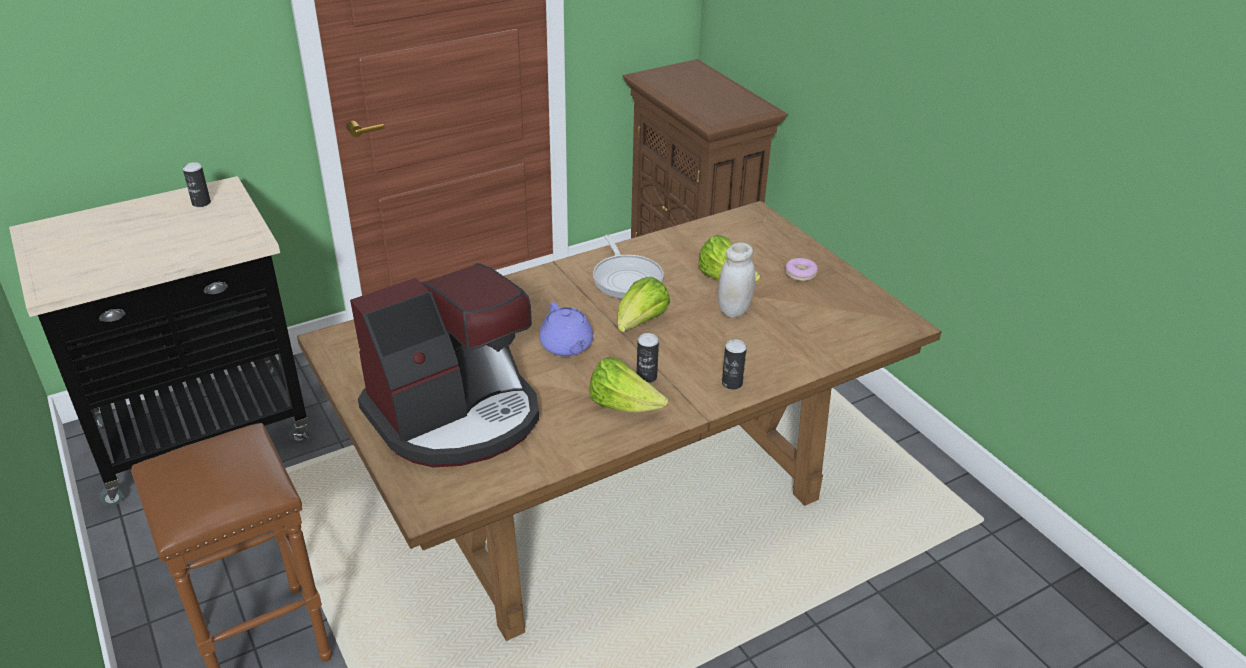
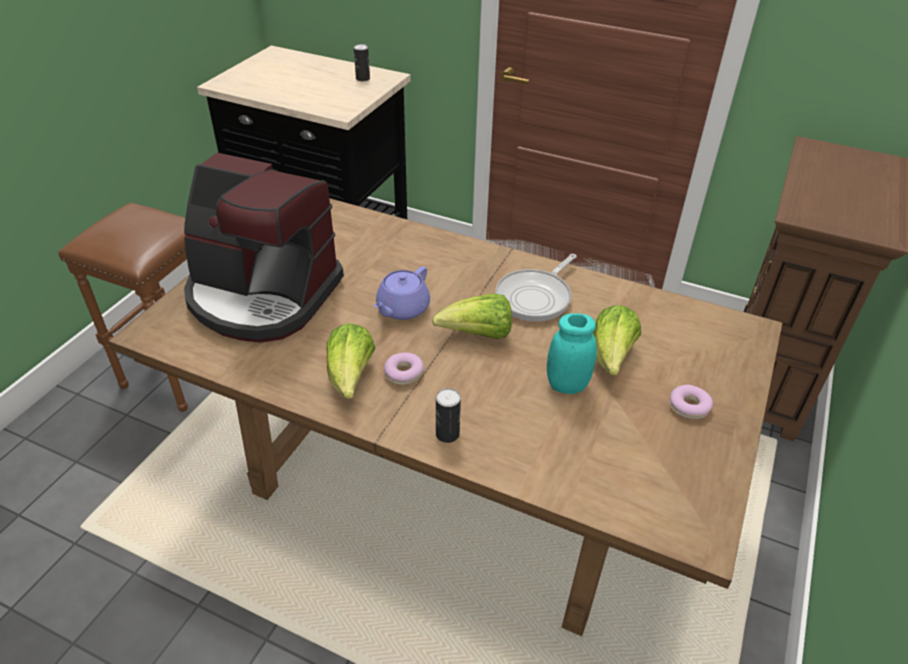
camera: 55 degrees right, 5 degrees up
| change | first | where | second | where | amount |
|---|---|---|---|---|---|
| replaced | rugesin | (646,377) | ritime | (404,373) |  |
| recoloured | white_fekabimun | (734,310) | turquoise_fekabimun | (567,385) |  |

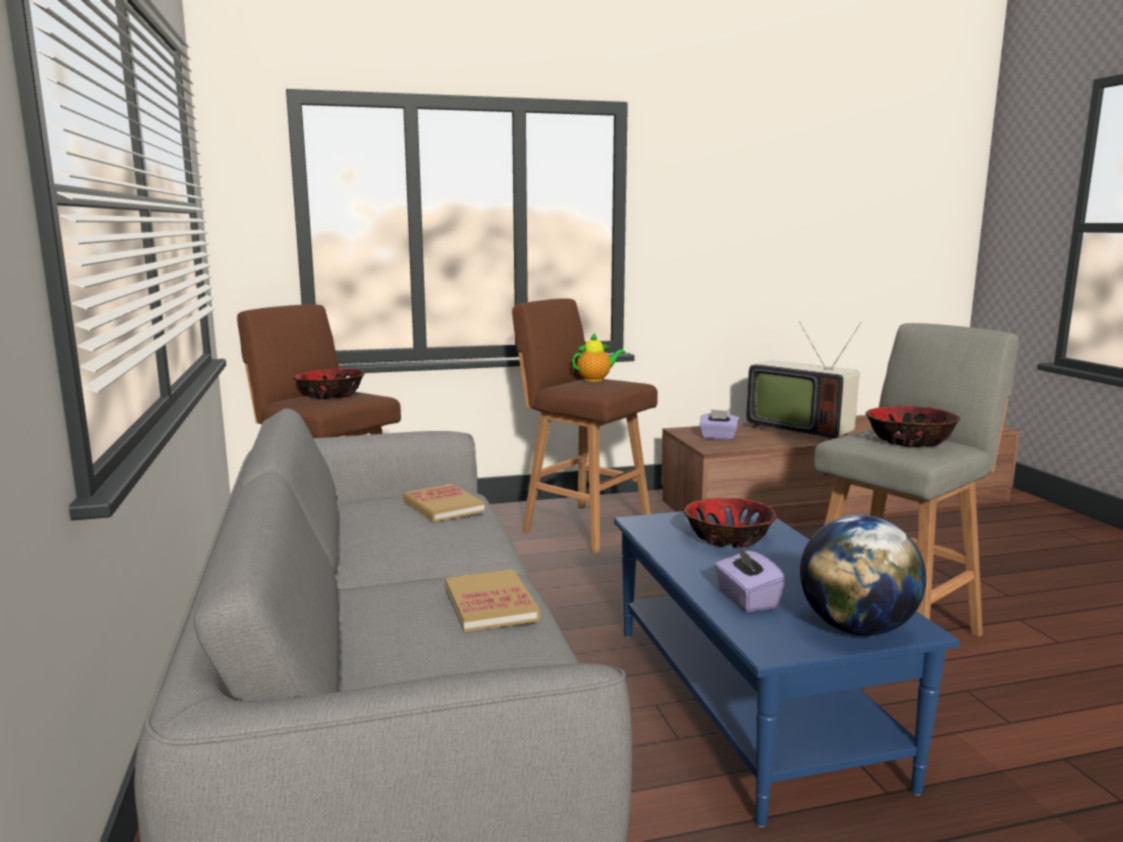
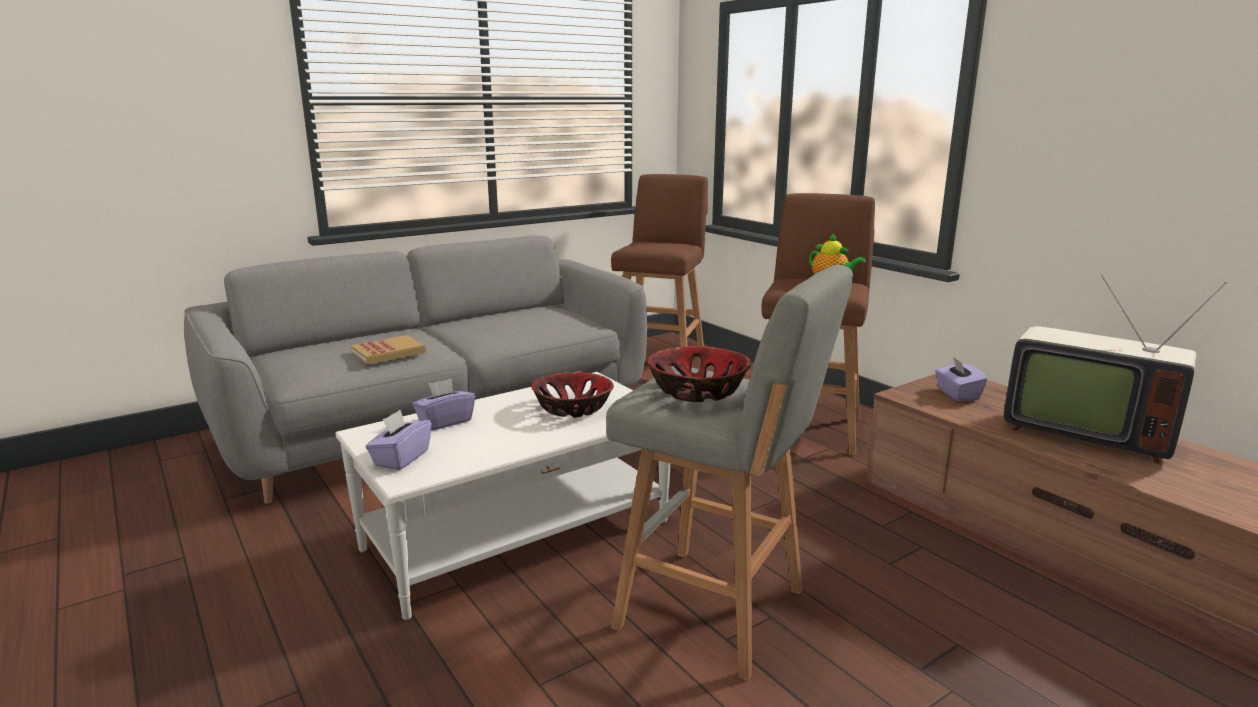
camera: 70 degrees right, 5 degrees up
| change | first | where | second | where | amount |
|---|---|---|---|---|---|
| removed | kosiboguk | (330,395) |  |  |  |
| removed | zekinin | (443,506) |  |  |  |
| recoloured | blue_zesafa | (748,701) | white_zesafa | (519,535) |  |
| turned | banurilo | (799,430) |  | (1084,433) | 75 degrees counterclockwise |
| replaced | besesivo | (856,628) | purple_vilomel | (401,458) |  |

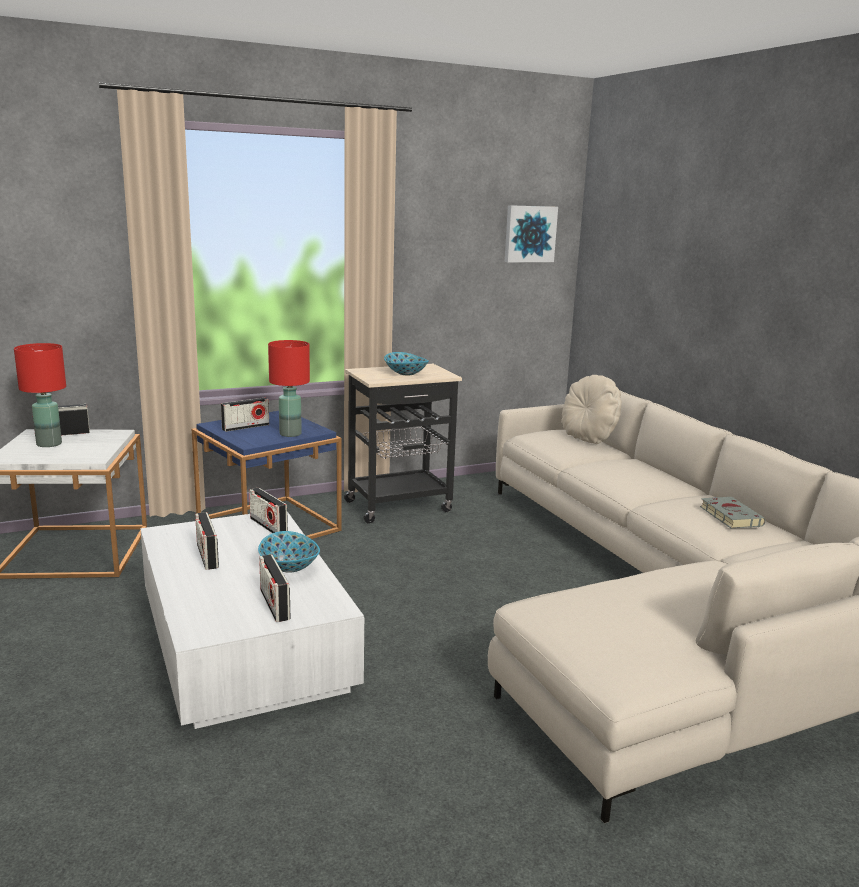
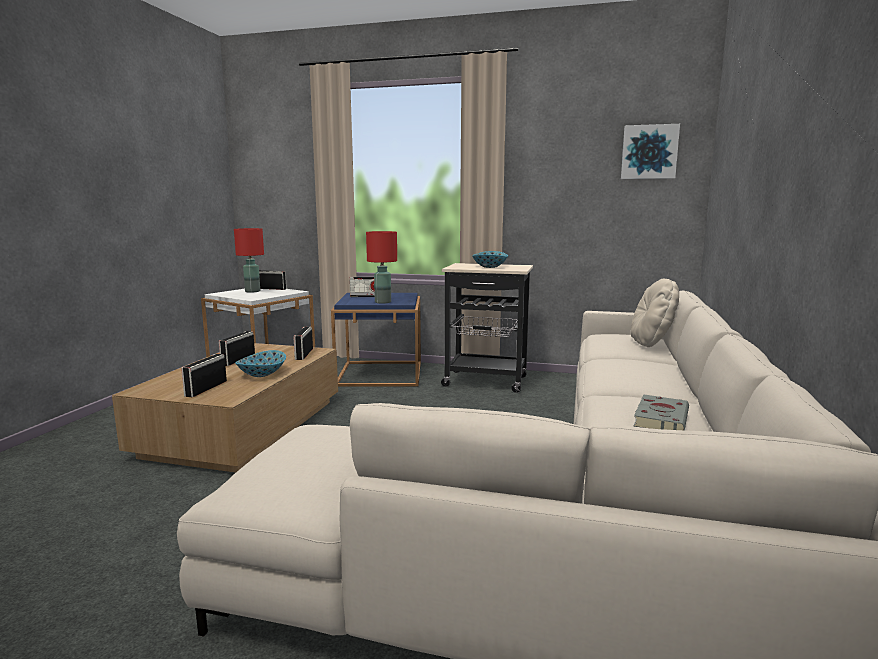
camera: 40 degrees right, 5 degrees down
| change | first | where | second | where | amount |
|---|---|---|---|---|---|
| recoloured | white_zesafa | (244,642) | brown_zesafa | (244,427) |  |

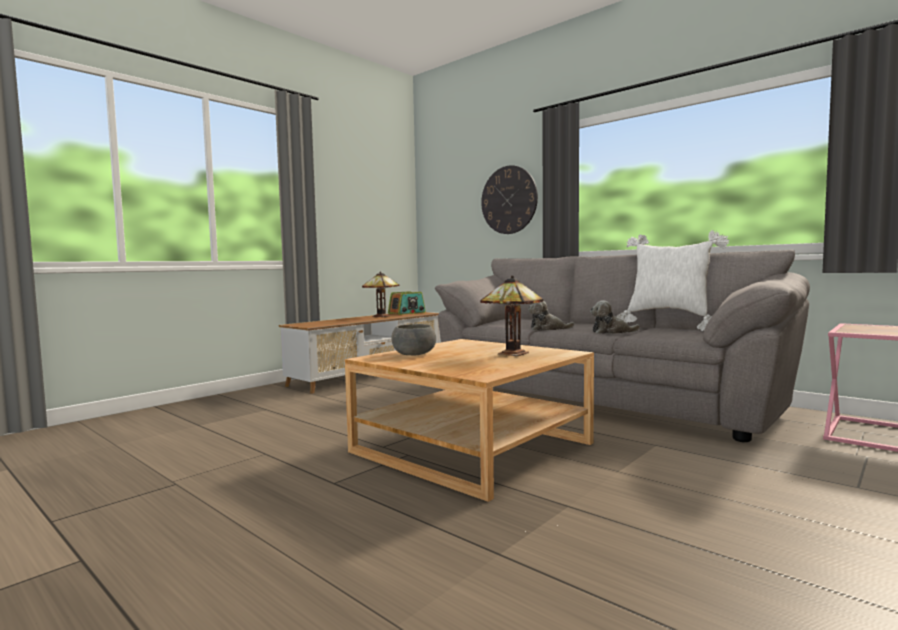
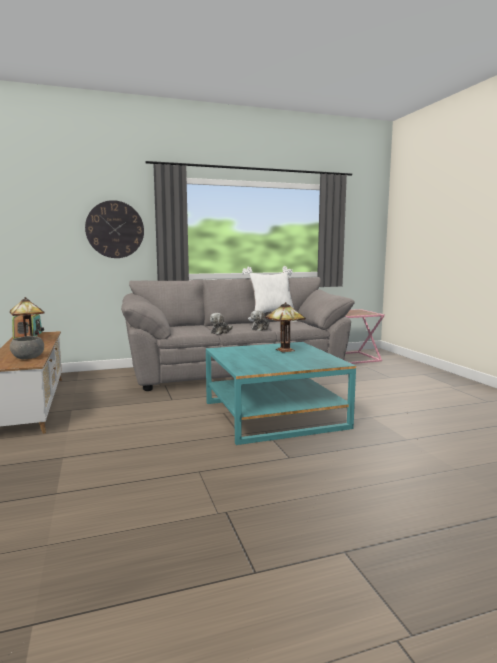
camera: 60 degrees left, 5 degrees up
| change | first | where | second | where | amount |
|---|---|---|---|---|---|
| recoloured | beige_zesafa | (472,447) | turquoise_zesafa | (274,414) |  |
| moved | grey_kosiboguk | (413,354) |  | (28,358) |  |

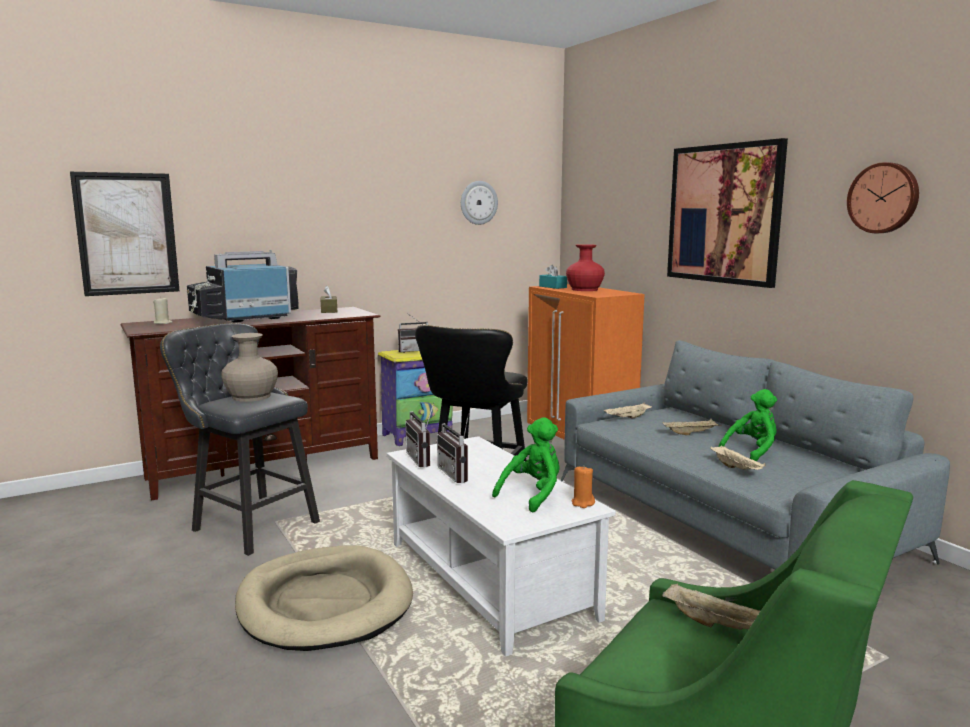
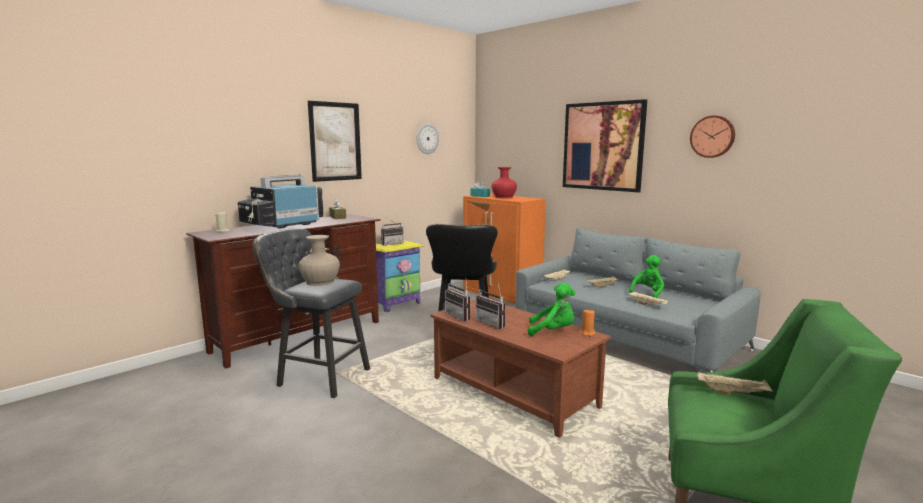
camera: 15 degrees left, 0 degrees up
| change | first | where | second | where | amount |
|---|---|---|---|---|---|
| moved | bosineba | (127,234) |  | (335,141) |  |
| removed | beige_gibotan | (325,603) |  |  |  |
| recoloured | white_zesafa | (490,580) | brown_zesafa | (514,392) |  |
| turned | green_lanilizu | (533,495) |  | (553,331) | 75 degrees clockwise |

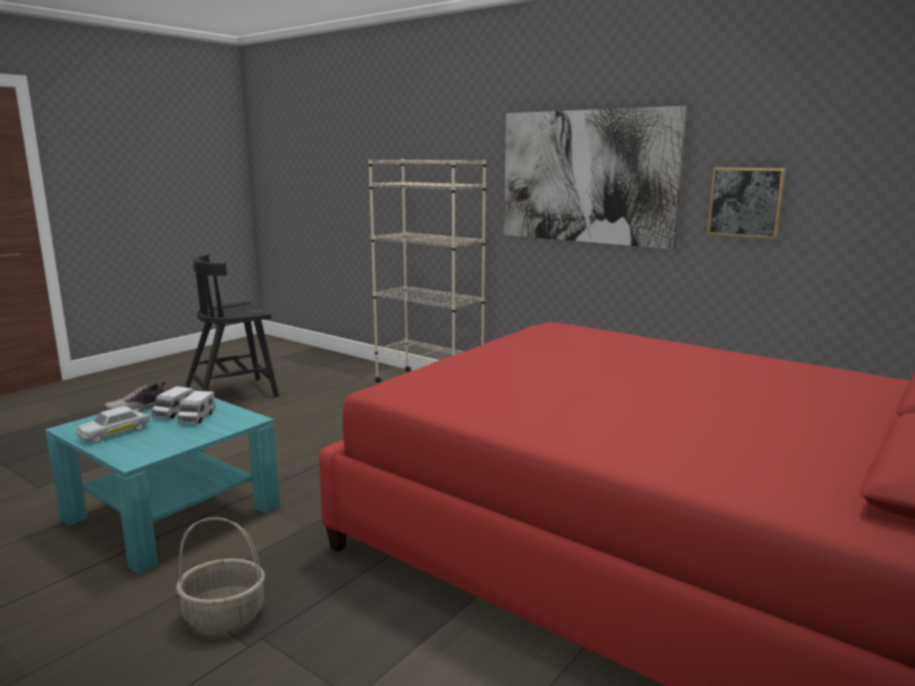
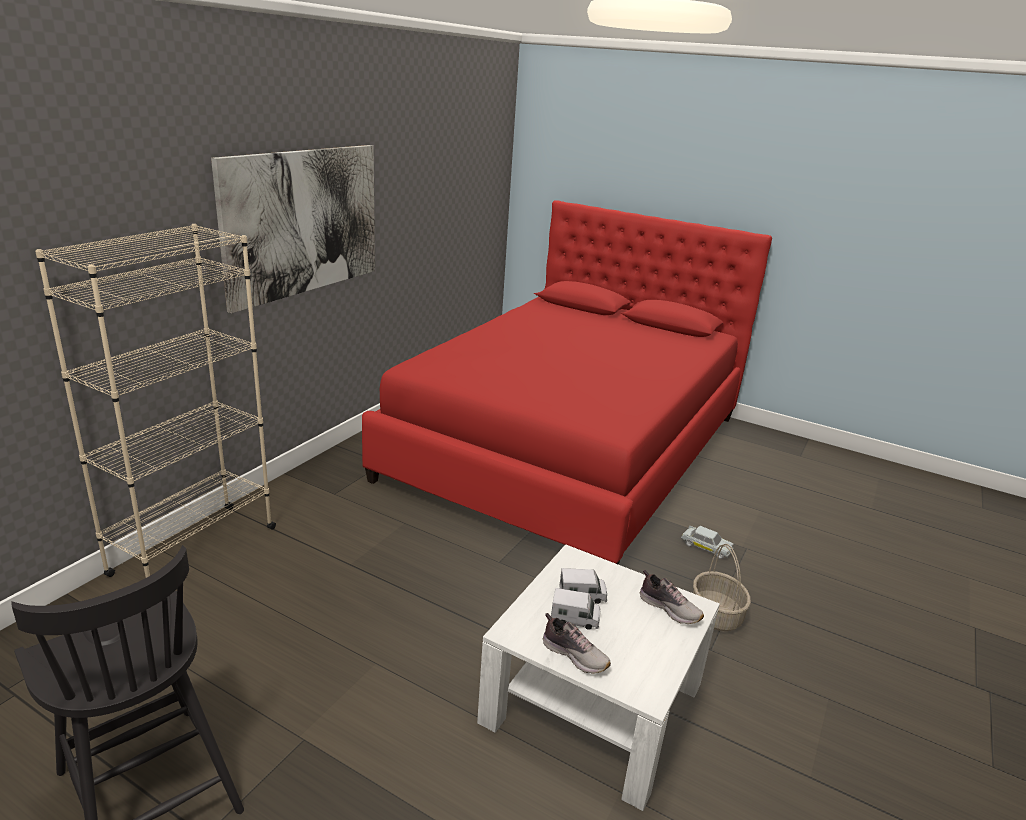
camera: 100 degrees left, 10 degrees up
| change | first | where | second | where | amount |
|---|---|---|---|---|---|
| recoloured | turquoise_zesafa | (172,513) | white_zesafa | (593,703) |  |
| moved | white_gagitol | (115,433) |  | (705,547) |  |
| removed | bosineba | (745,202) |  |  |  |
| added |  |  | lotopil | (669,608) |  |

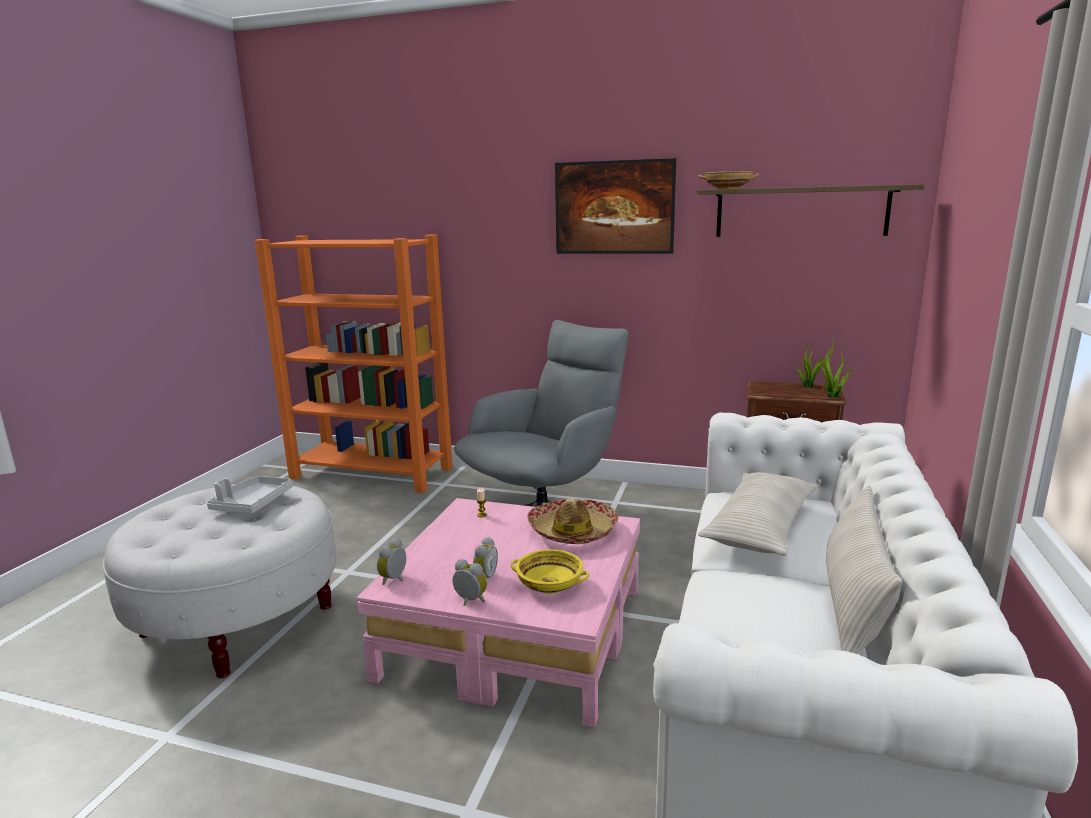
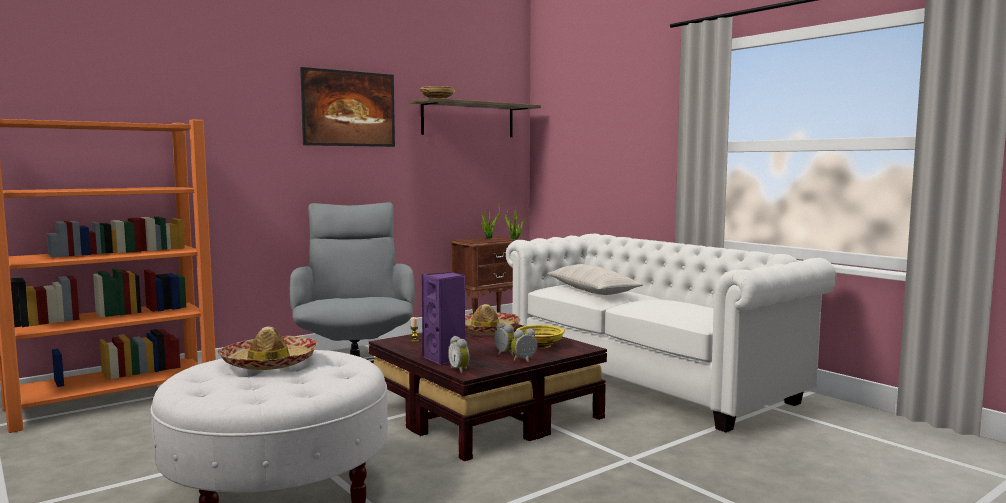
camera: 55 degrees left, 10 degrees down
| change | first | where | second | where | amount |
|---|---|---|---|---|---|
| replaced | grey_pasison | (252,504) | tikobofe | (269,363) |  |
| recoloured | pink_zesafa | (516,632) | brown_zesafa | (487,412) |  |
| removed | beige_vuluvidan | (852,607) |  |  |  |
| added |  |  | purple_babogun | (445,359) |  |

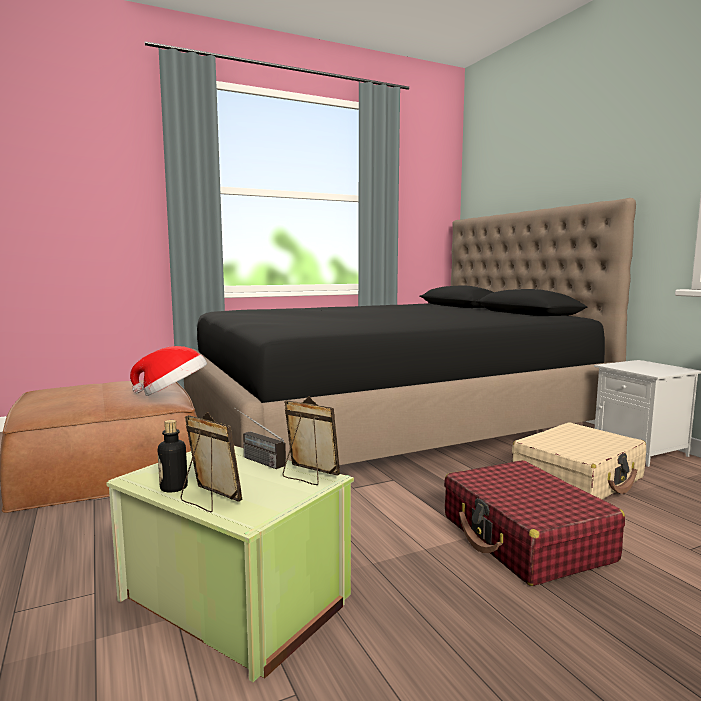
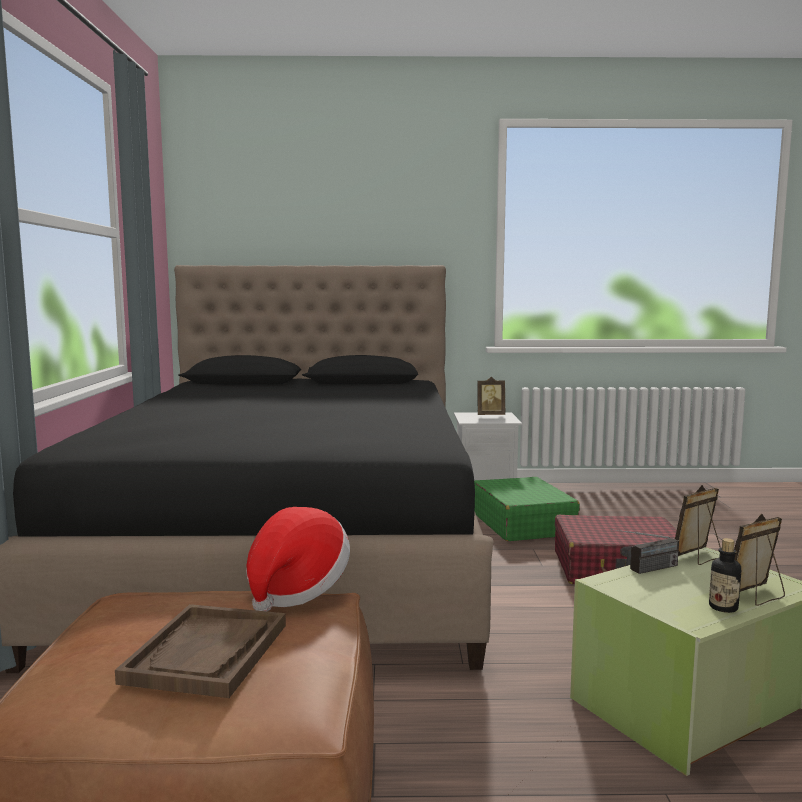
camera: 65 degrees left, 0 degrees up
| change | first | where | second | where | amount |
|---|---|---|---|---|---|
| recoloured | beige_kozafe | (578,478) | green_kozafe | (522,524) |  |
| added |  |  | brown_pasison | (207,653) |  |
| added |  |  | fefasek | (490,415) |  |

